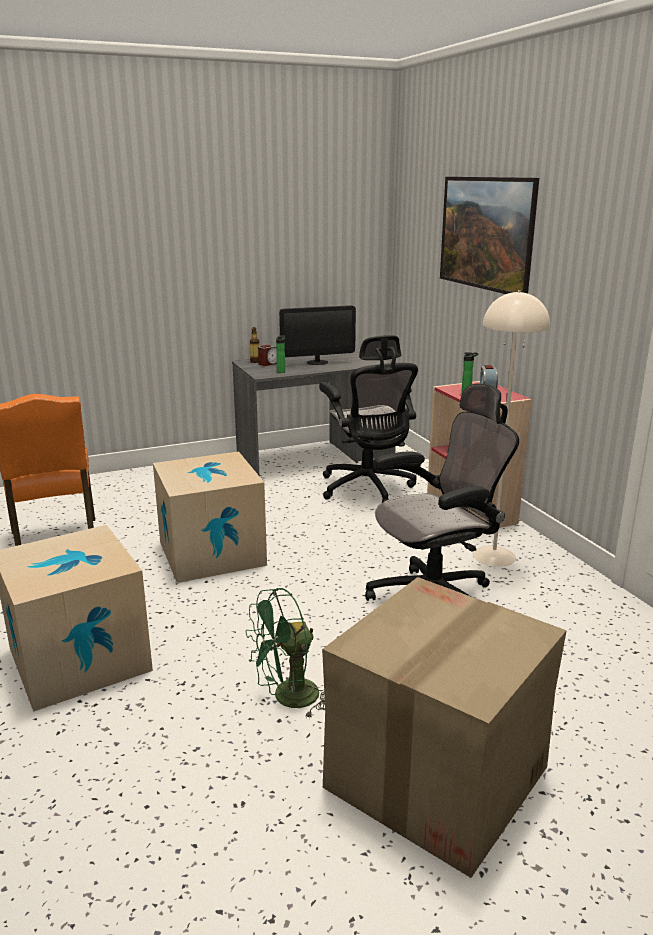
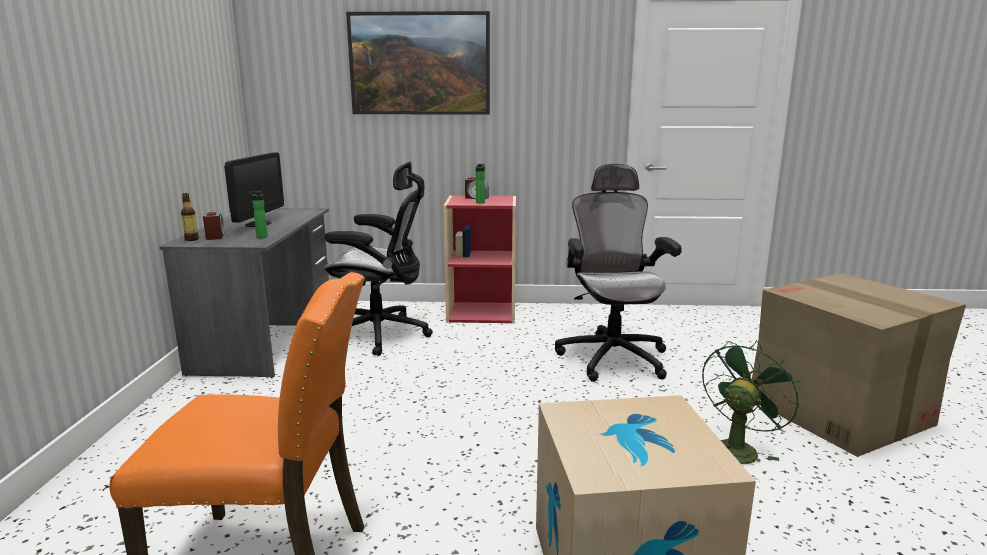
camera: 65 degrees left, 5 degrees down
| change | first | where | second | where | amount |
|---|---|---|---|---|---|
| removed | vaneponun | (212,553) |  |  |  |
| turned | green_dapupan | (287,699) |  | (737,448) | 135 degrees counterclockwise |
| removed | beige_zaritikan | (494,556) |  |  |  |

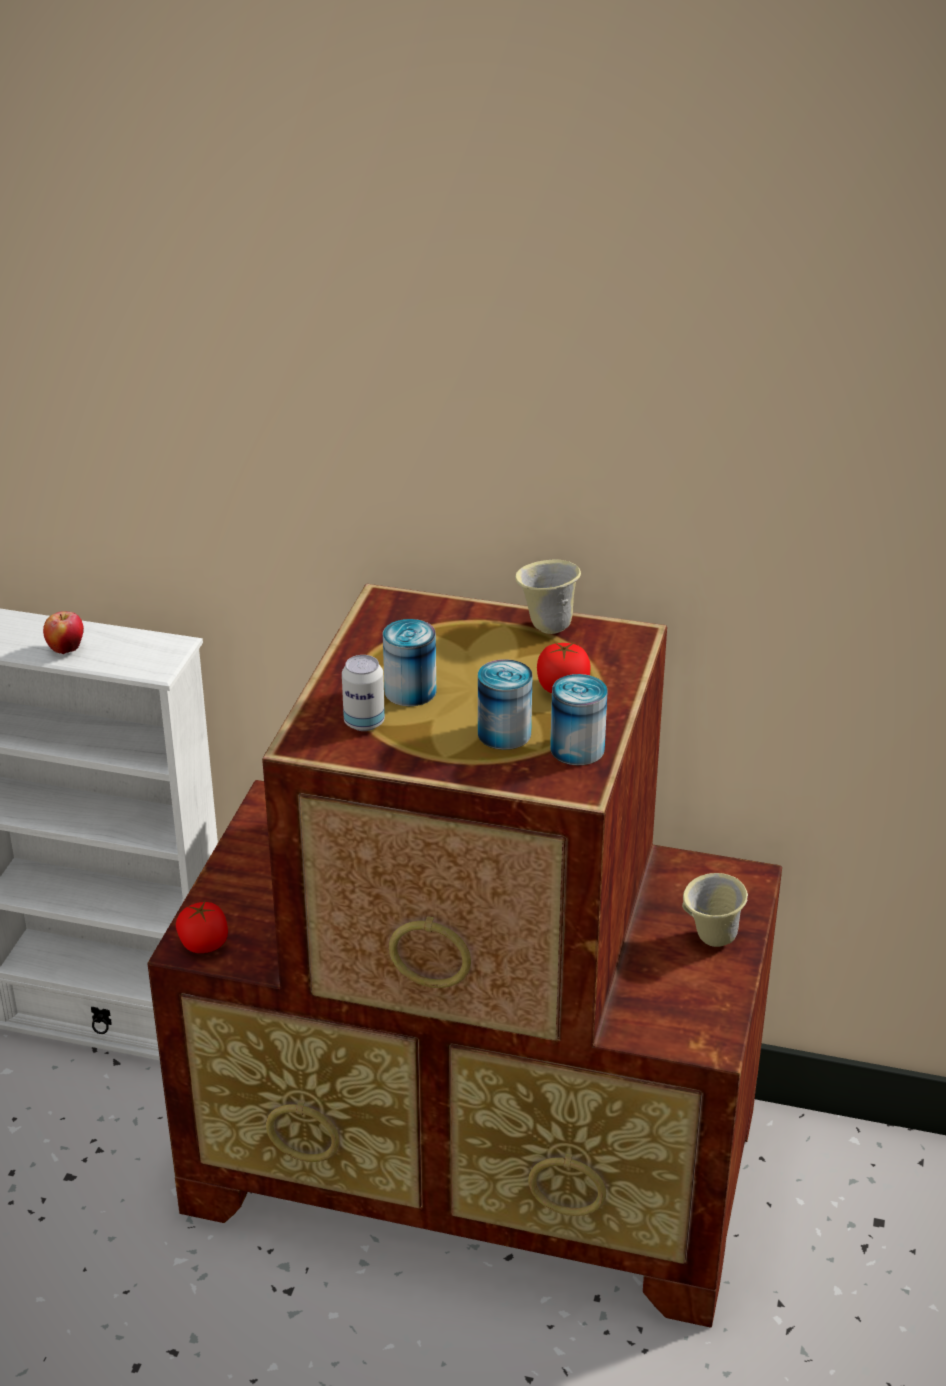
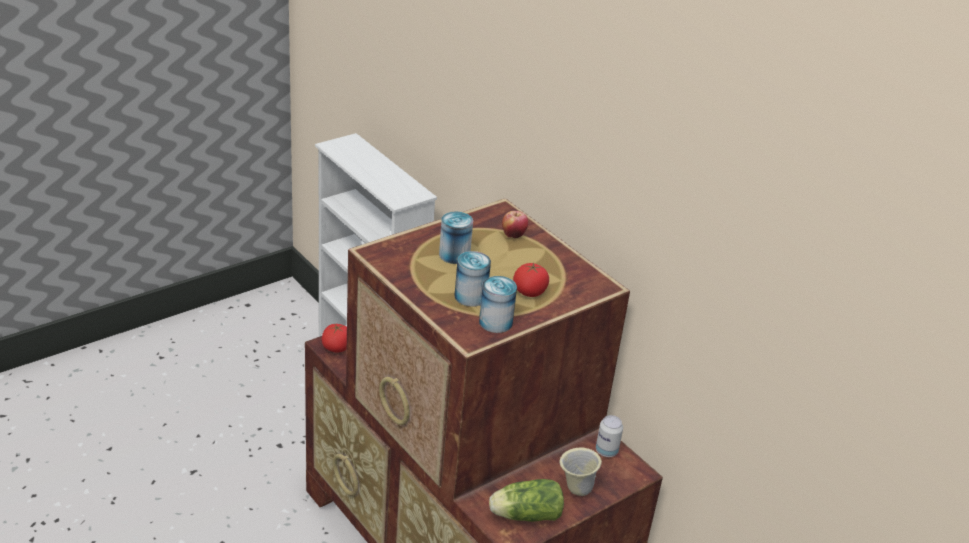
camera: 35 degrees right, 0 degrees up
| change | first | where | second | where | amount |
|---|---|---|---|---|---|
| moved | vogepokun | (66,649) |  | (513,235) |  |
| moved | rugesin | (364,723) |  | (606,451) |  |
| removed | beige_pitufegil | (546,626) |  |  |  |
| added |  |  | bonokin | (524,515) |  |

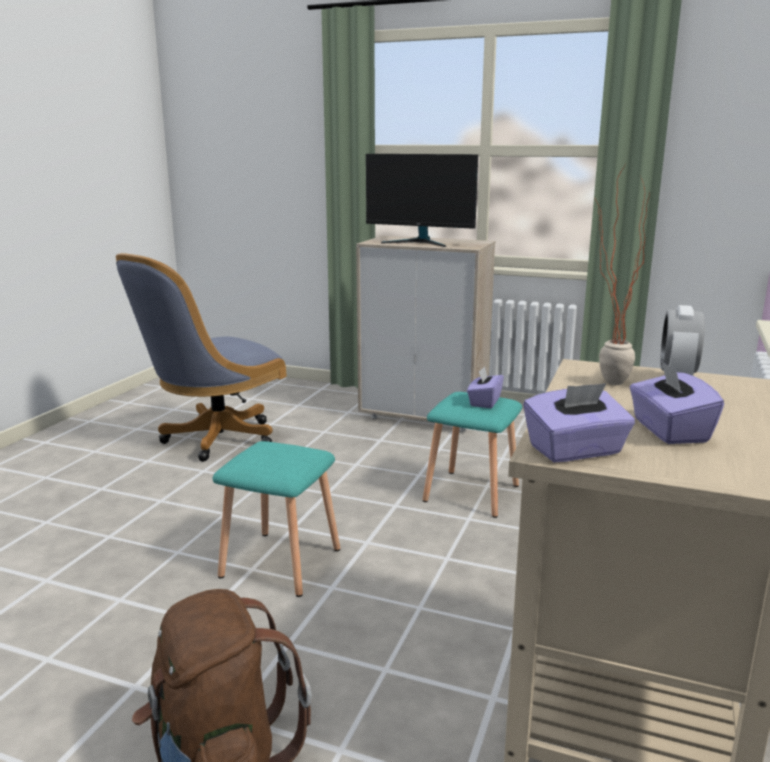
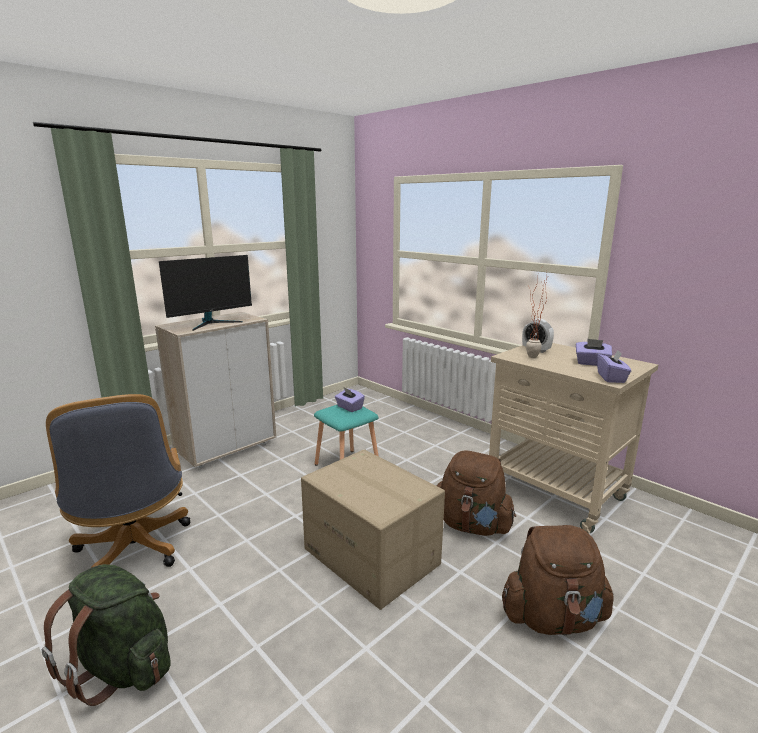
camera: 65 degrees left, 0 degrees up
| change | first | where | second | where | amount |
|---|---|---|---|---|---|
| replaced | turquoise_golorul | (281,564) | vaneponun | (372,556) |  |
| added |  |  | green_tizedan | (123,667) |  |
| added |  |  | brown_tizedan | (472,525) |  |

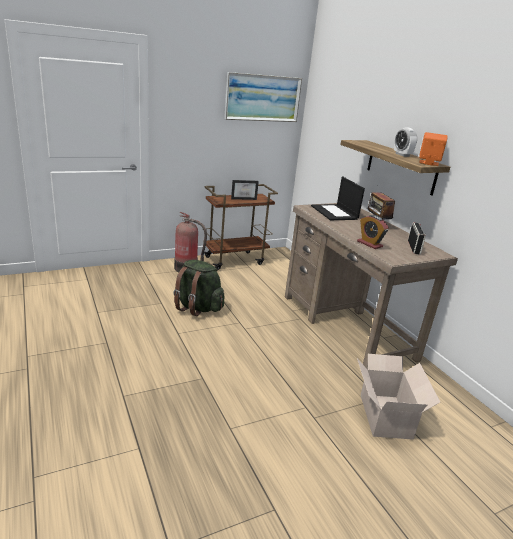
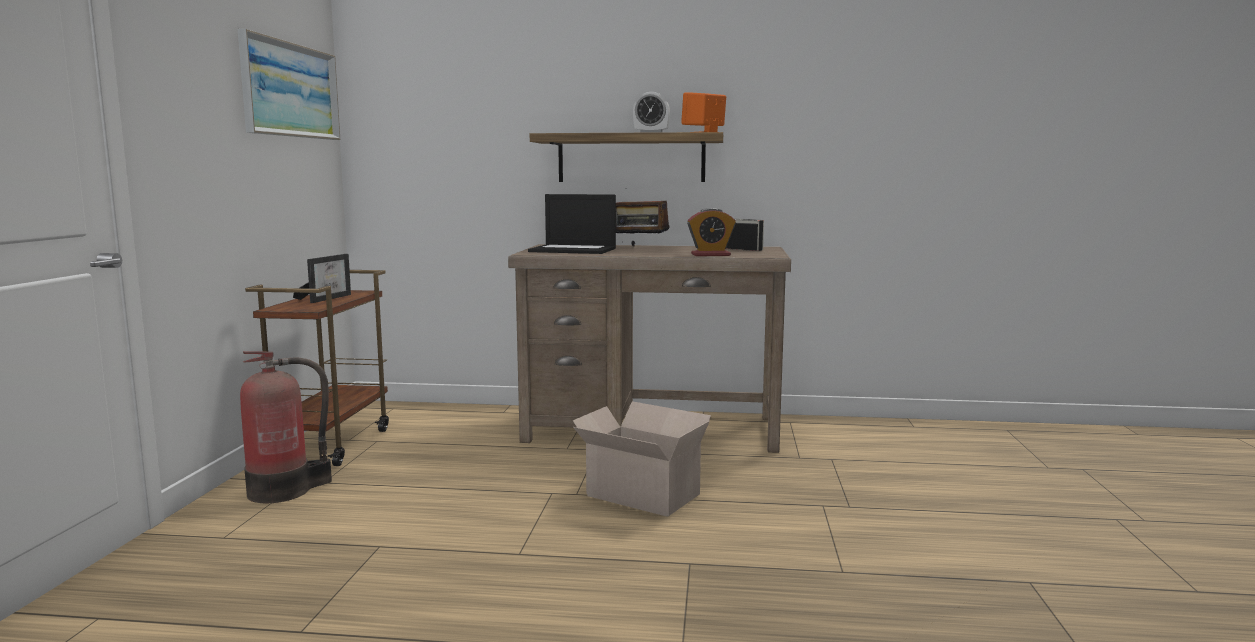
camera: 55 degrees left, 15 degrees down
| change | first | where | second | where | amount |
|---|---|---|---|---|---|
| removed | green_tizedan | (197,307) |  |  |  |
| moved | vaneponun | (385,414) |  | (640,494) |  |

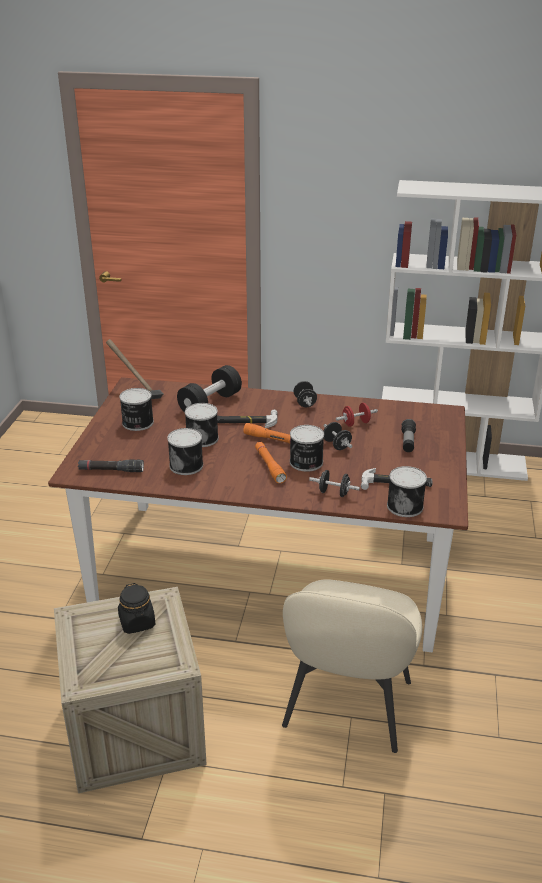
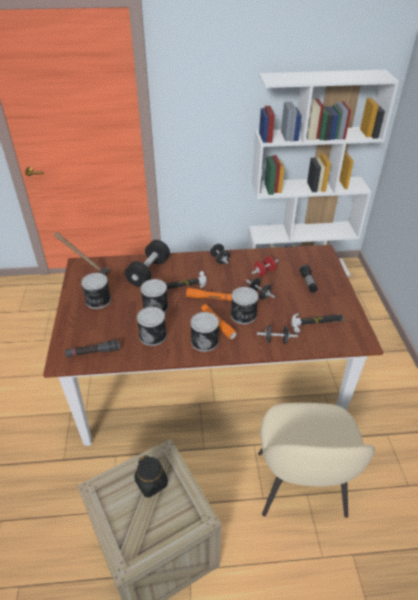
camera: 15 degrees left, 10 degrees up
| change | first | where | second | where | amount |
|---|---|---|---|---|---|
| moved | rugesin | (405,505) |  | (205,340) |  |

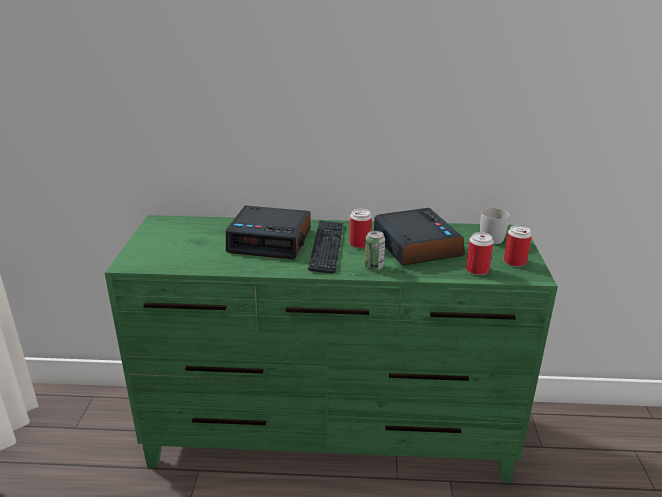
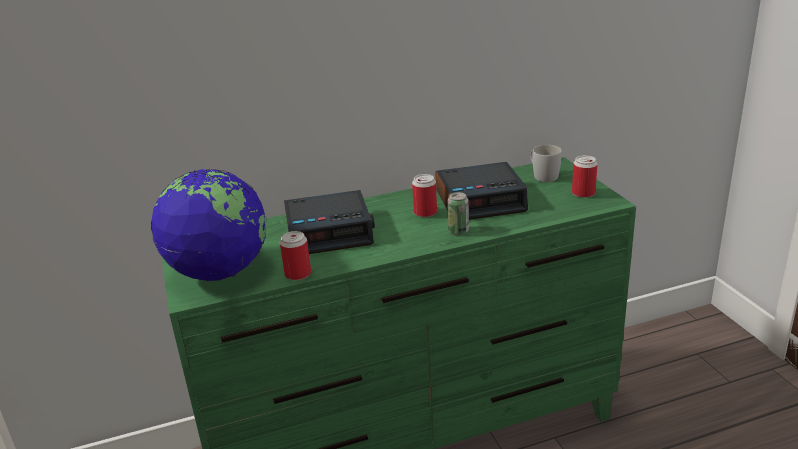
camera: 20 degrees left, 0 degrees up
| change | first | where | second | where | amount |
|---|---|---|---|---|---|
| removed | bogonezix | (326,247) |  |  |  |
| turned | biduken | (415,245) |  | (481,200) | 120 degrees clockwise |
| moved | rugesin | (477,270) |  | (298,274) |  |
| added |  |  | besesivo | (219,272) |  |

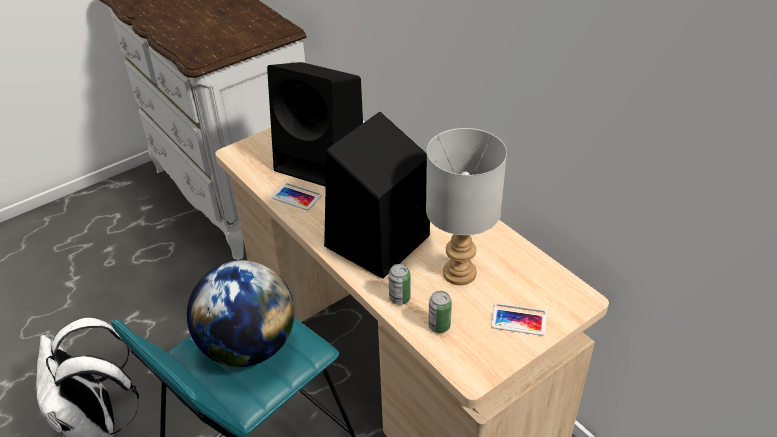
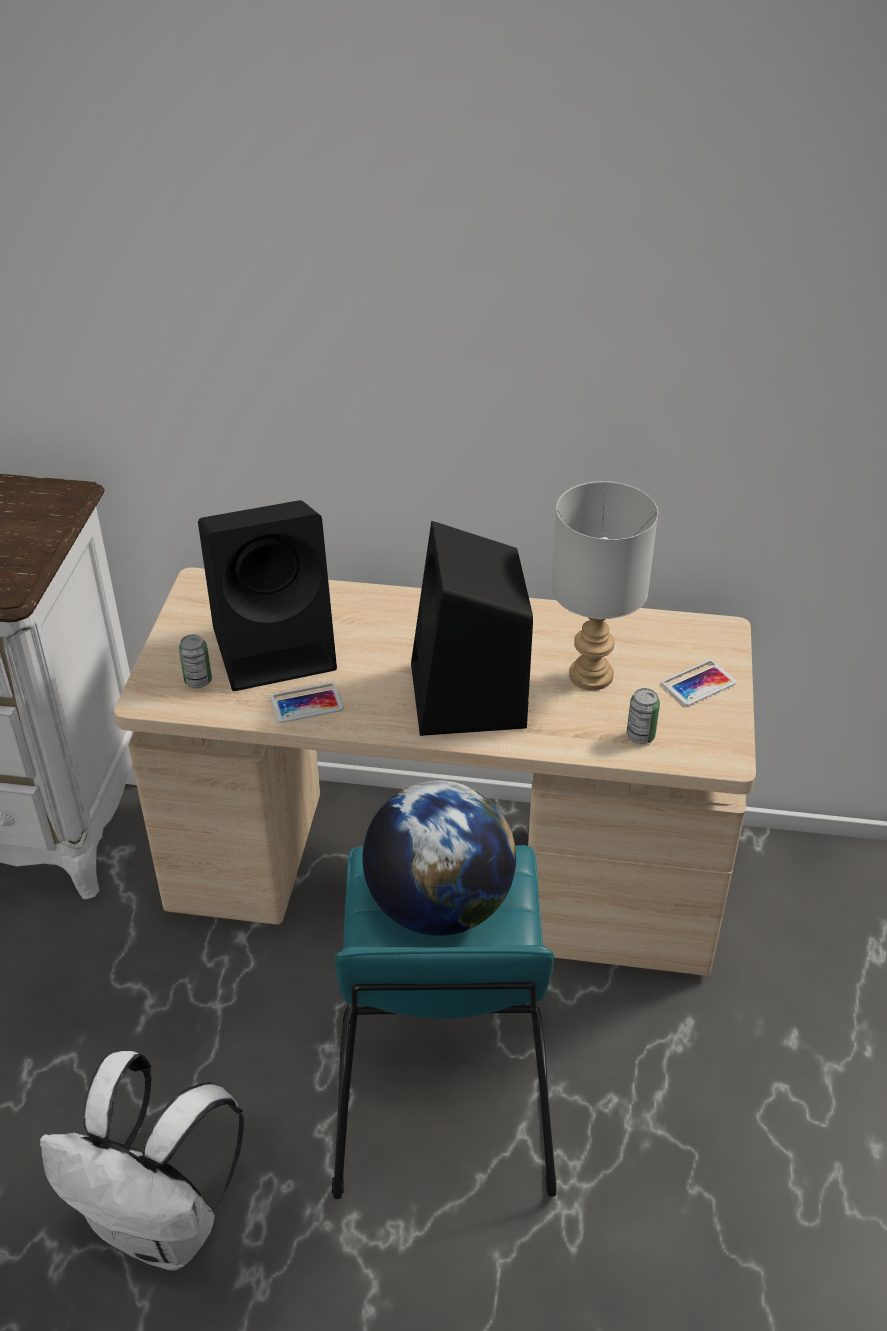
camera: 45 degrees left, 0 degrees up
| change | first | where | second | where | amount |
|---|---|---|---|---|---|
| moved | rugesin | (399,298) |  | (198,681) |  |

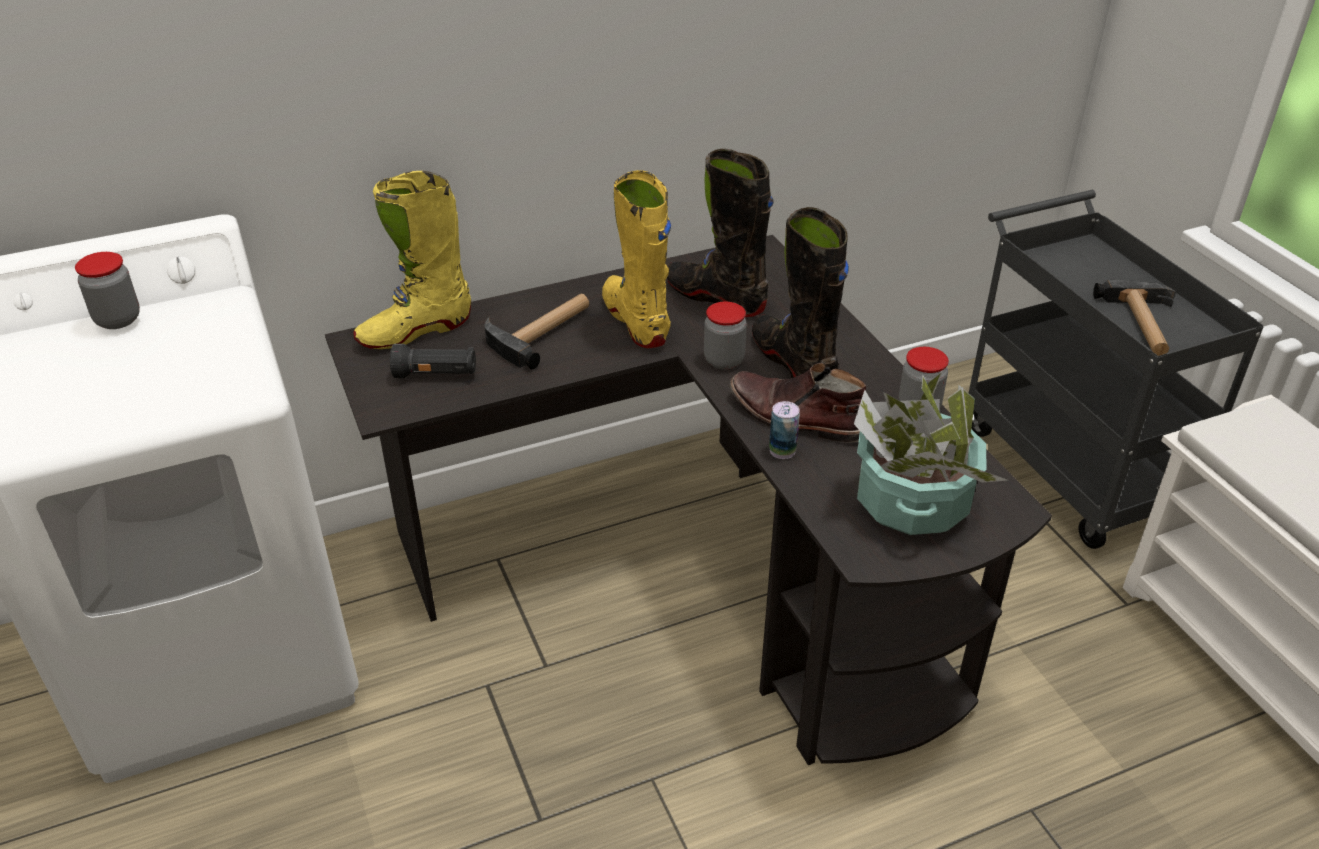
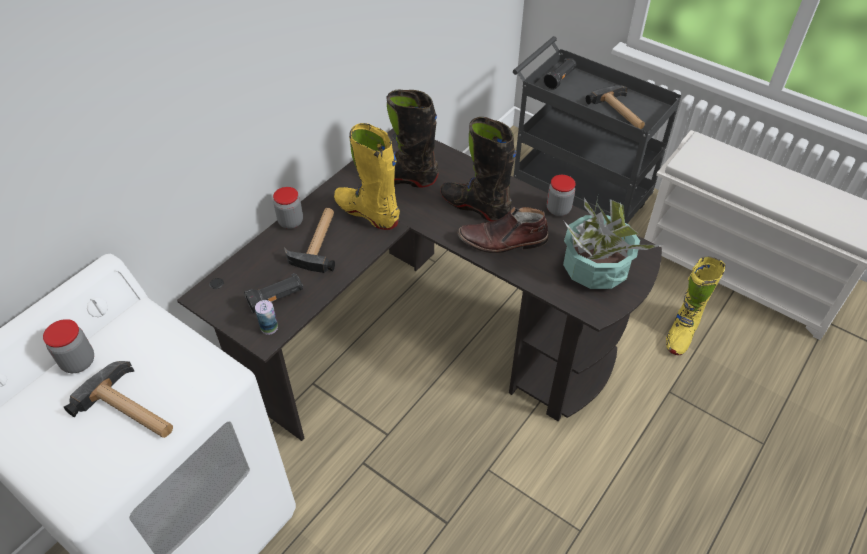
camera: 30 degrees left, 10 degrees up
| change | first | where | second | where | amount |
|---|---|---|---|---|---|
| moved | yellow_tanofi | (415,331) |  | (681,333) |  |
| moved | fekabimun | (724,360) |  | (291,222) |  |
| moved | rugesin | (782,450) |  | (269,328) |  |
| added |  |  | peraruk | (131,410) |  |
| added |  |  | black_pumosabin | (560,79) |  |

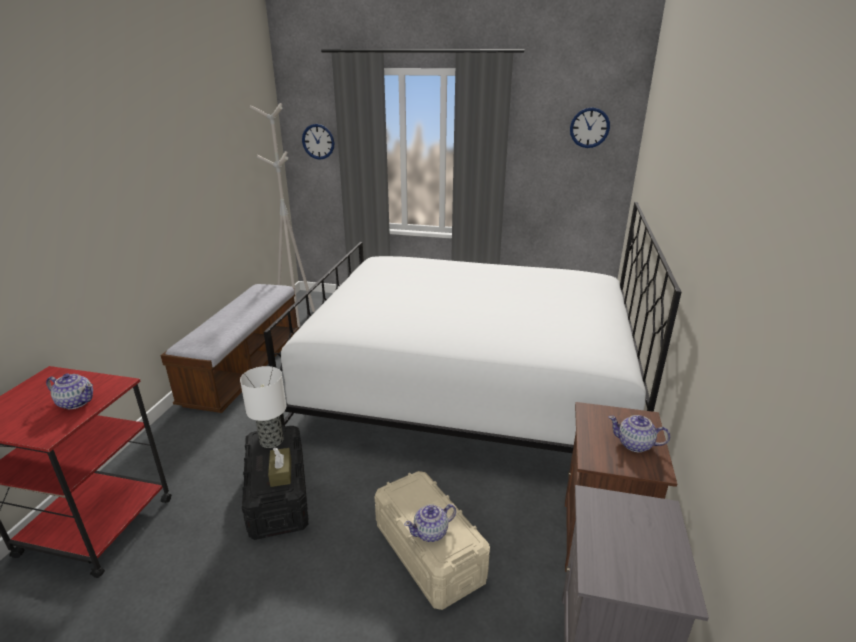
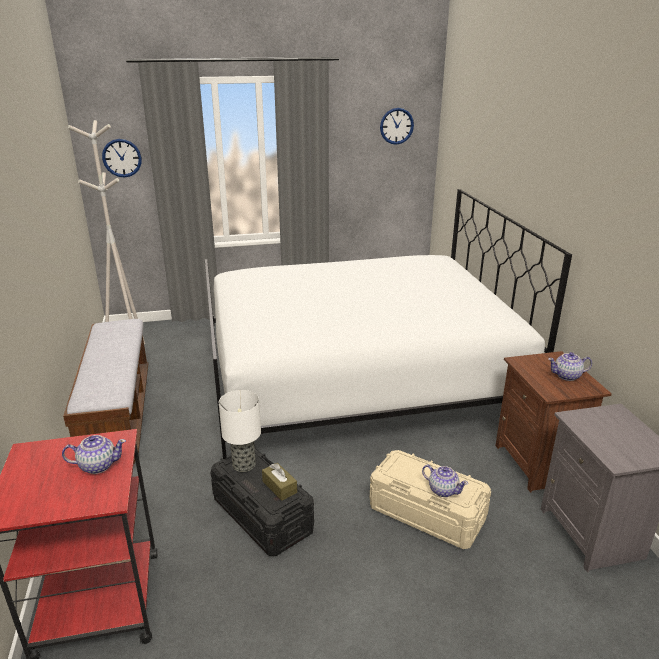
camera: 25 degrees left, 0 degrees up
| change | first | where | second | where | amount |
|---|---|---|---|---|---|
| turned | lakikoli | (431,532) |  | (443,490) | 90 degrees counterclockwise |

